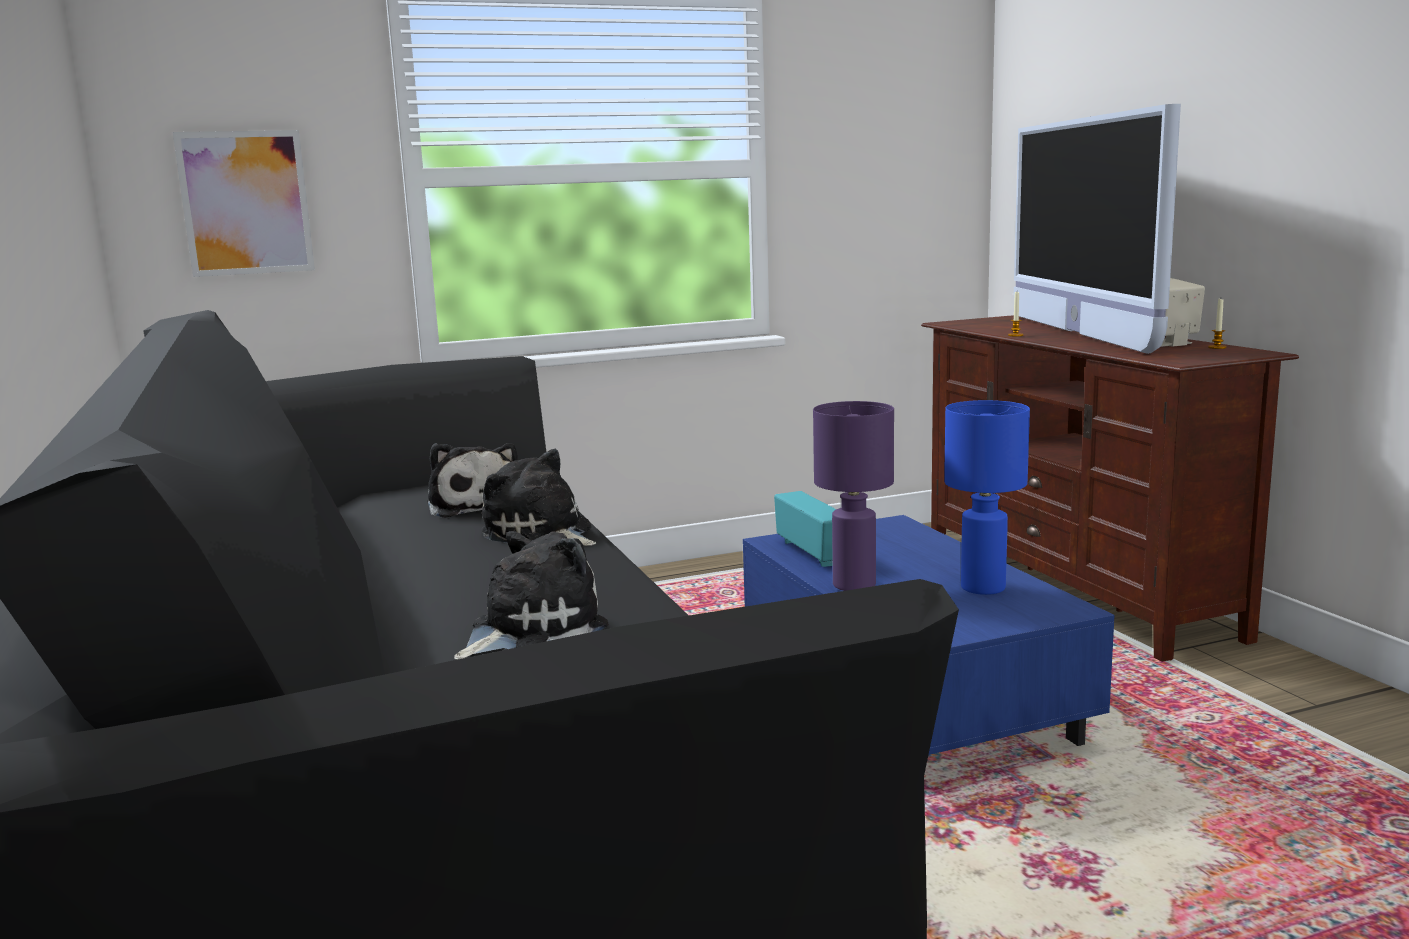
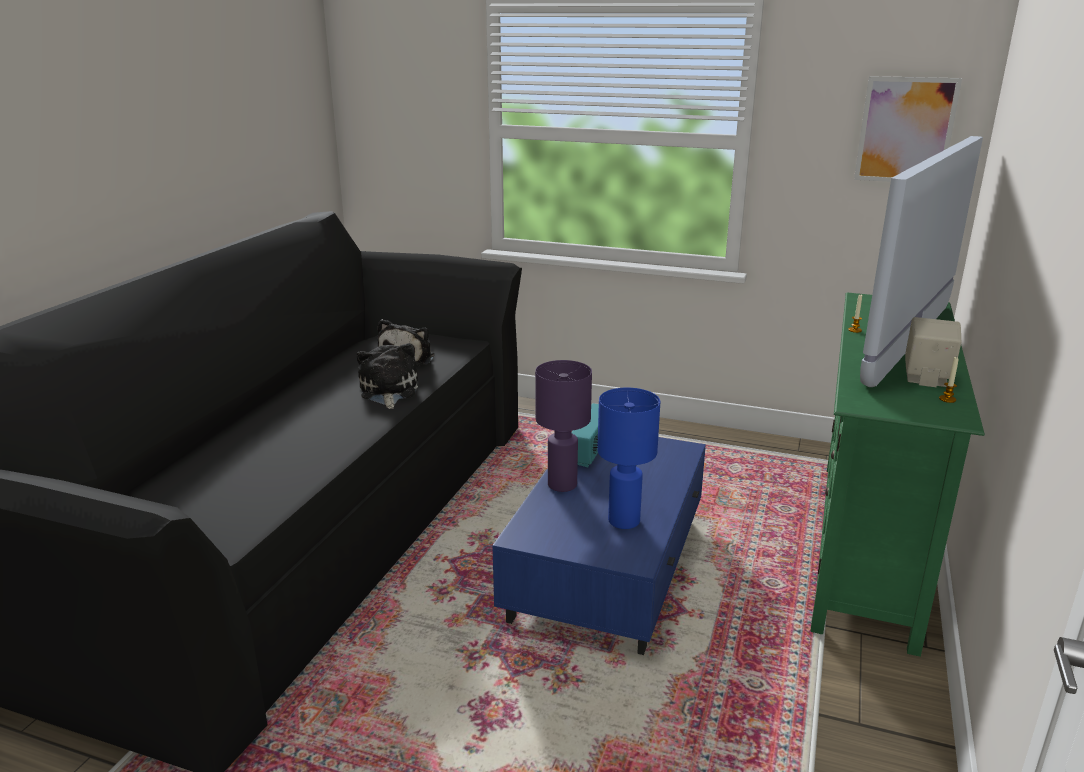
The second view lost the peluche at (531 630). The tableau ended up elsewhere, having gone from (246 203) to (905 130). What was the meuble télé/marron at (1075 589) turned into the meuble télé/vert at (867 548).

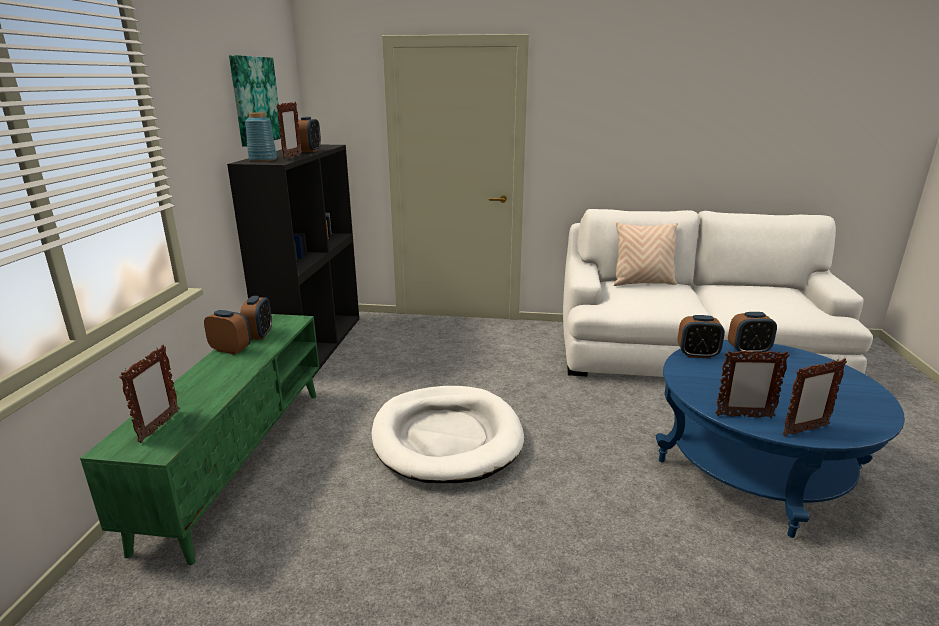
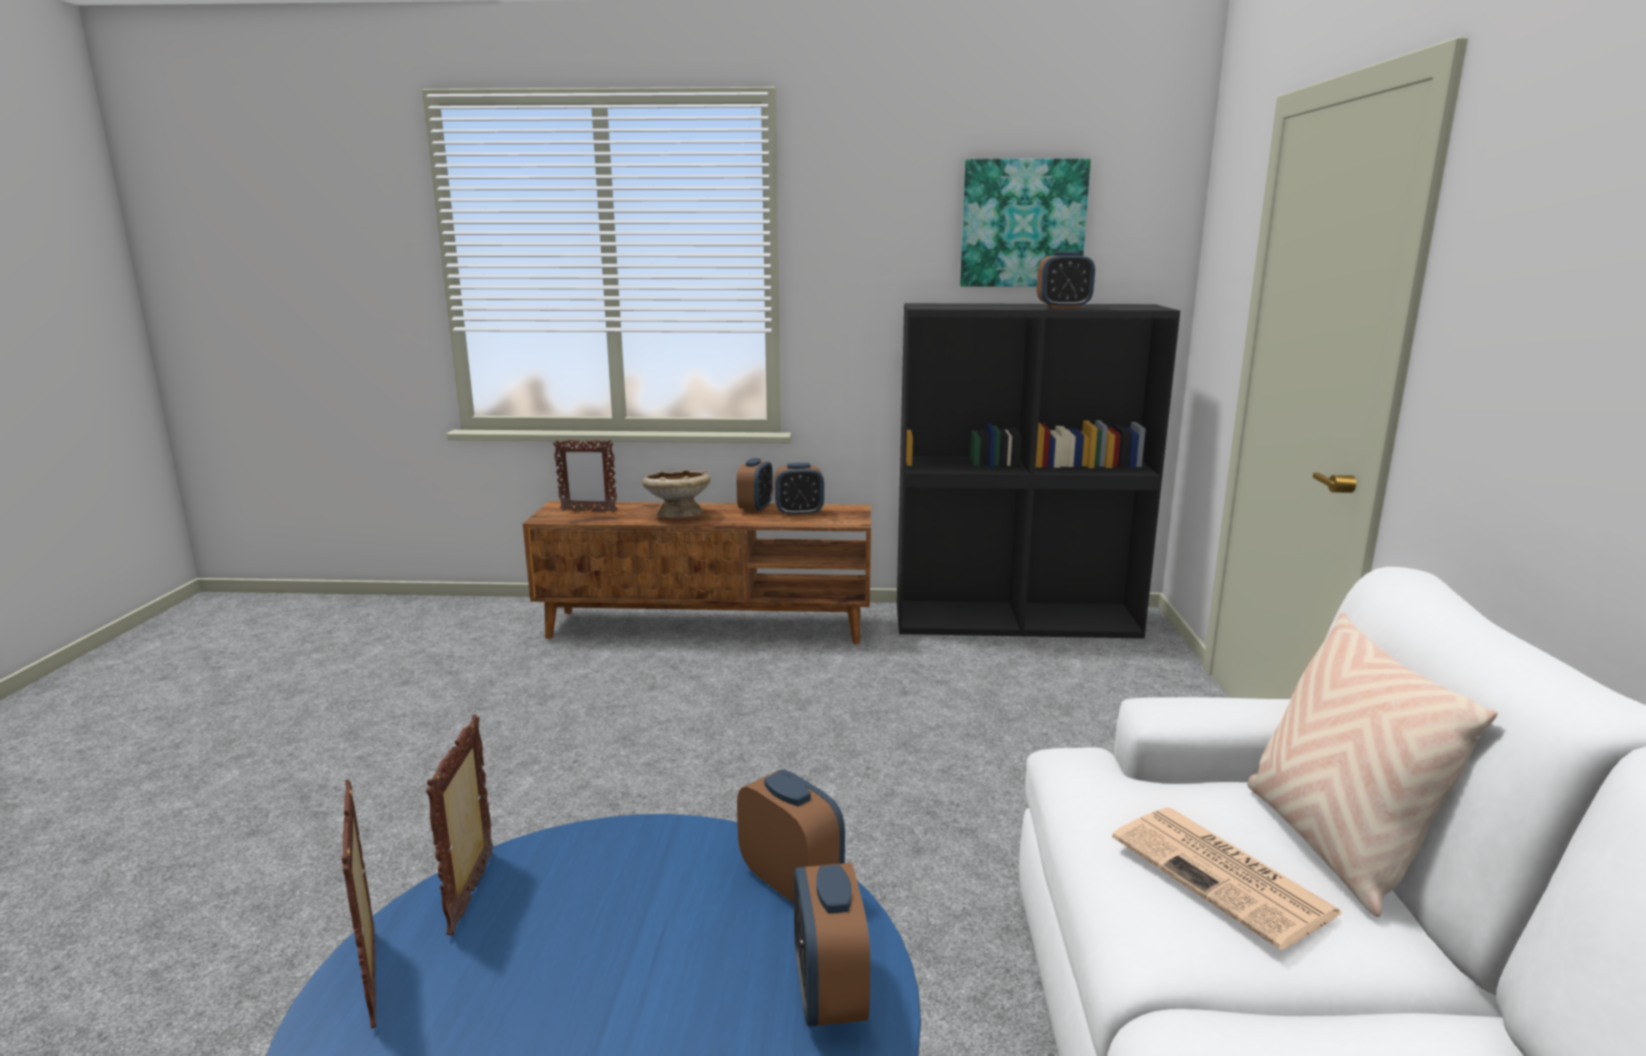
The second view lost the vase/bleu at (262 160). The second view lost the cadre photo at (292 156). The second view lost the panier pour chien/blanc at (446 438). The second view gained the bol/beige at (677 515). The second view gained the journal at (1225 876). What was the meuble télé/vert at (239 459) turned into the meuble télé/marron at (708 626). The réveil at (697 354) ended up facing another way, 135 degrees clockwise from before.

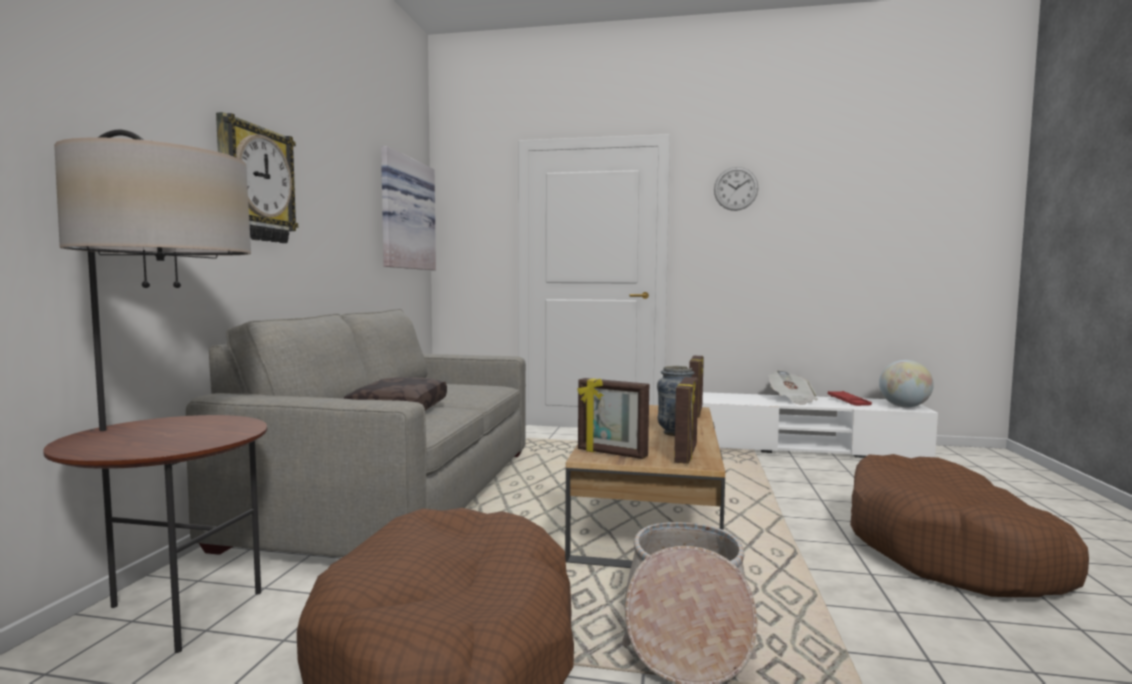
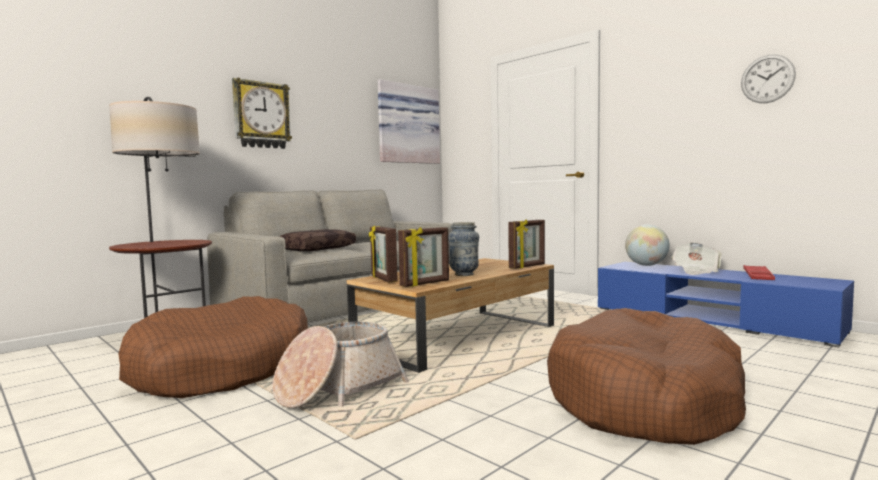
The horloge murale ended up elsewhere, having gone from (735 188) to (767 79). The globe ended up elsewhere, having gone from (904 407) to (646 265). What was the meuble télé/blanc at (807 447) turned into the meuble télé/bleu at (711 320).

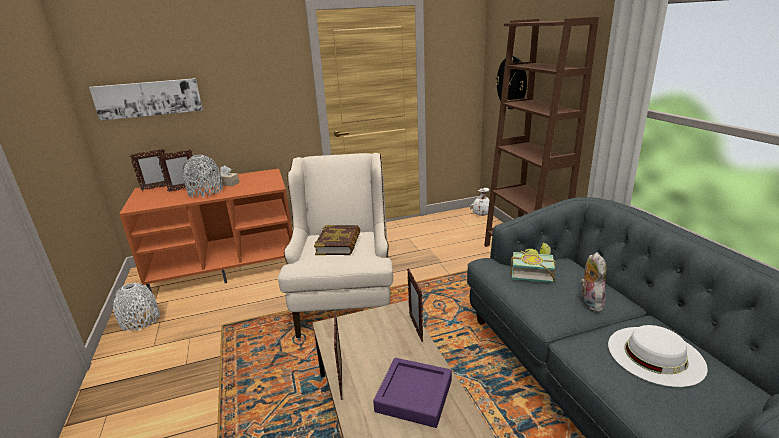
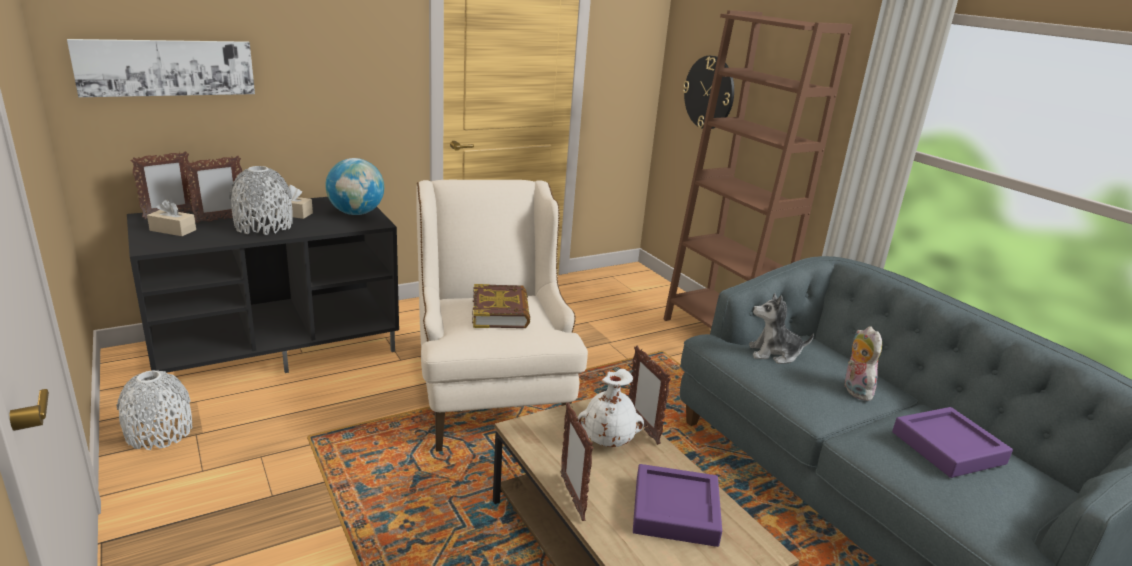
The second view gained the boîte à mouchoirs/beige at (173 230). The second view gained the globe at (356 213). The vase/blanc ended up elsewhere, having gone from (482 215) to (608 440). Where the livre stood at (531 273), the peluche came to stand at (774 354). Where the chapeau/blanc stood at (655 355), the plateau/violet came to stand at (947 448). What was the meuble télé/orange at (227 266) turned into the meuble télé/noir at (278 347).

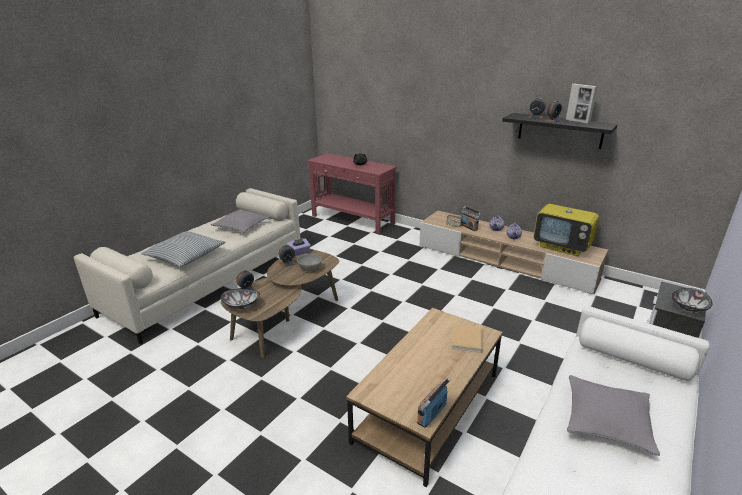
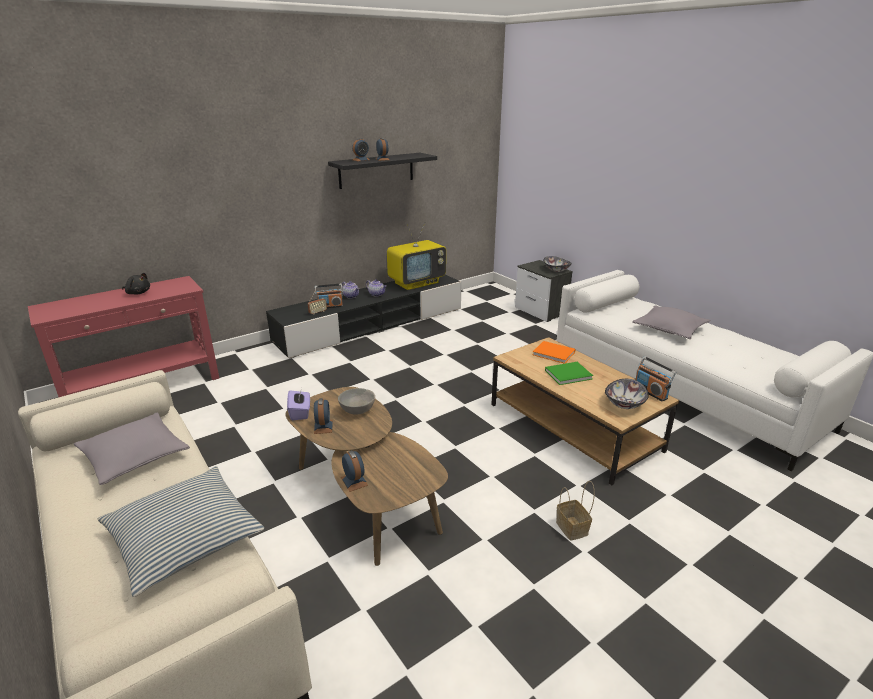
The second view lost the cadre photo at (577 122). The second view gained the livre/vert at (569 374). The second view gained the panier at (573 528). The bol ended up elsewhere, having gone from (241 306) to (625 404). What was the meuble télé/beige at (505 261) turned into the meuble télé/noir at (372 325). What was the livre/beige at (467 340) turned into the livre/orange at (555 354).

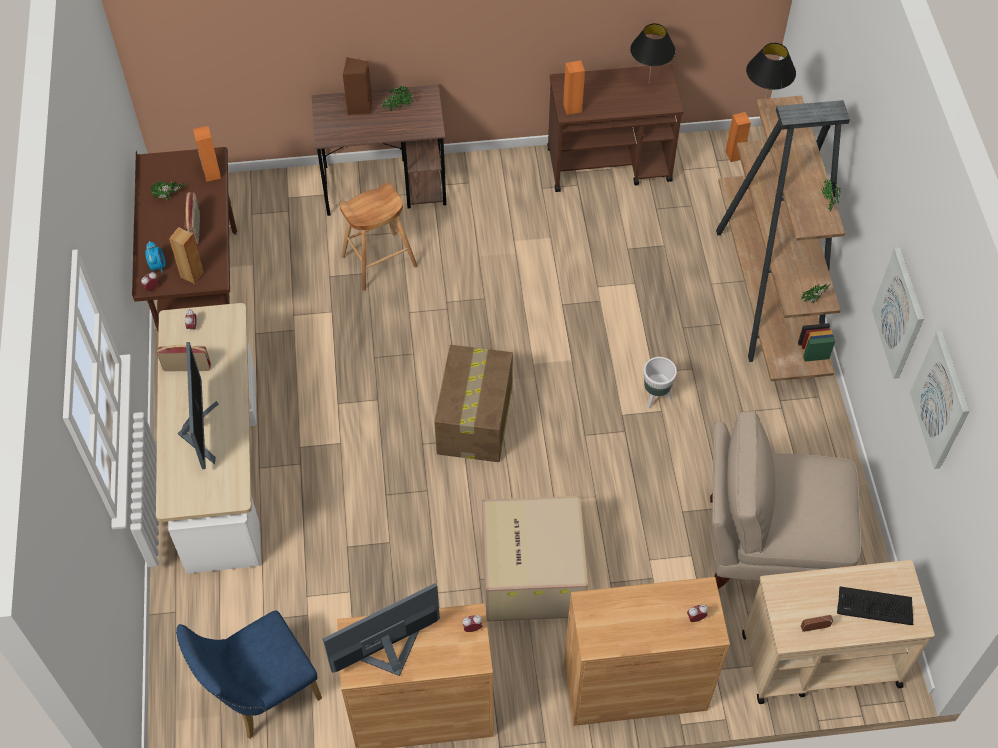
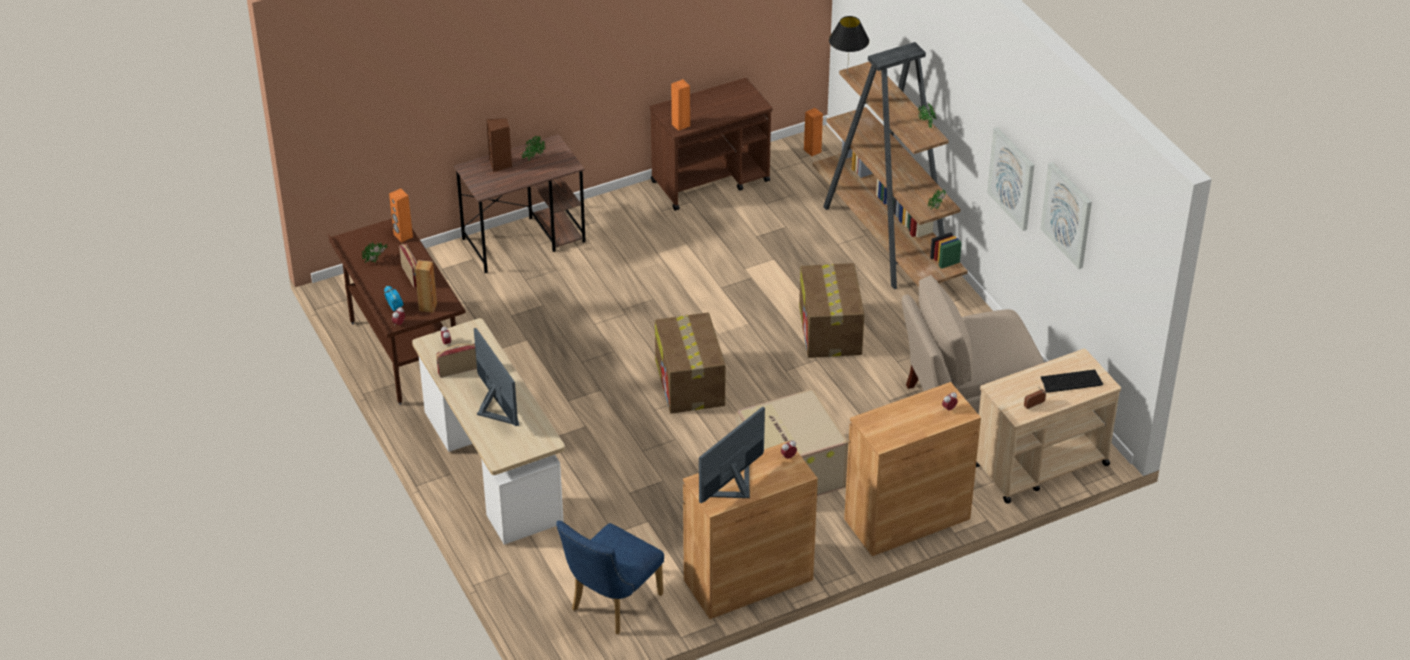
The second view lost the tabouret/marron at (379 261). The second view lost the lampe de table/noir at (648 83). Where the cache-pot/blanc stood at (655 397), the carton came to stand at (830 331).

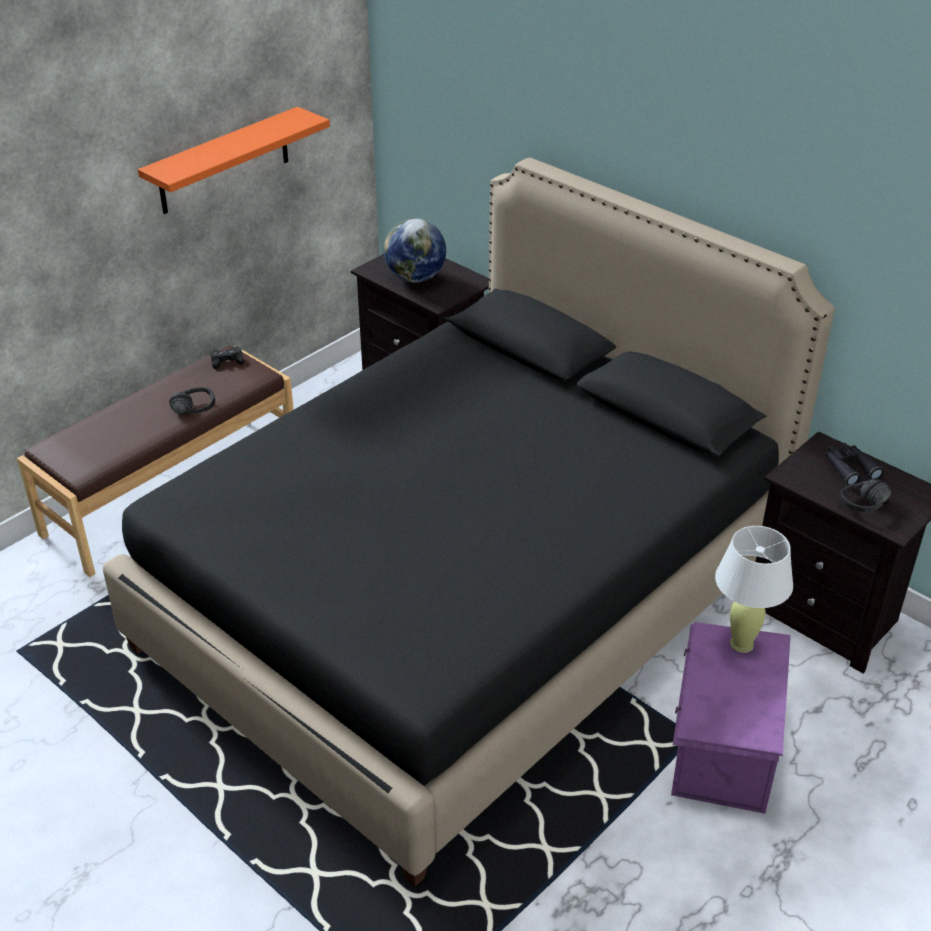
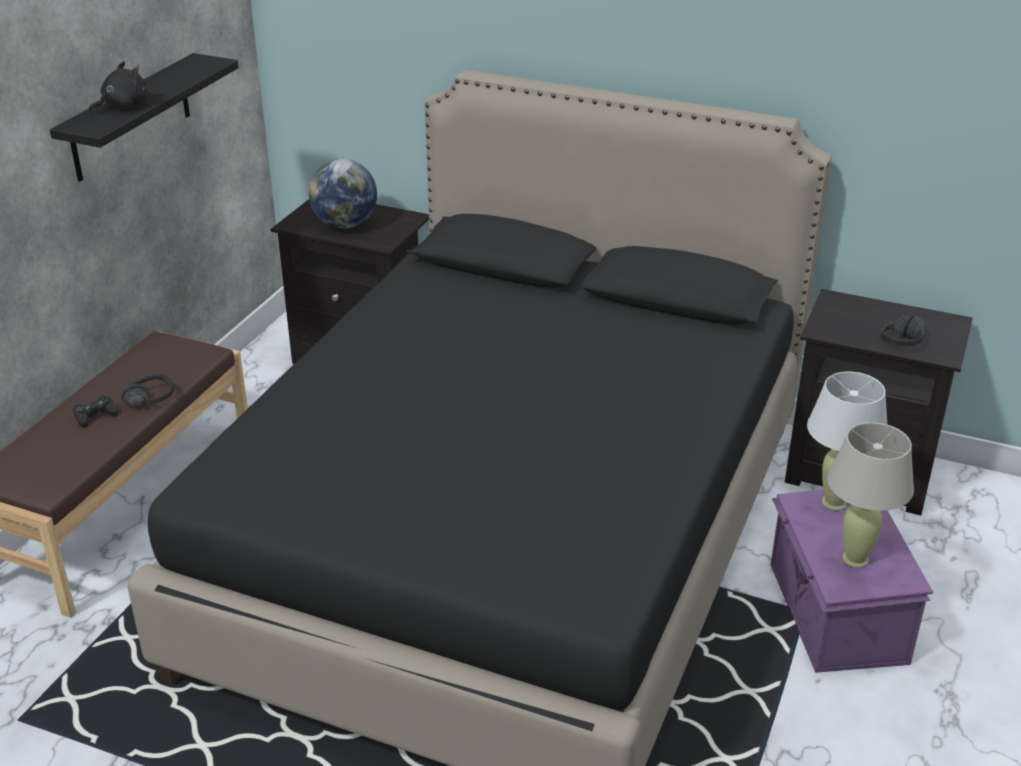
The second view lost the jumelles/noir at (849 468). The second view gained the peluche/noir at (122 106). The second view gained the lampe de table/beige at (855 558). The manette/noir ended up elsewhere, having gone from (227 361) to (95 416). What was the étagère/orange at (224 161) turned into the étagère/noir at (131 117).

